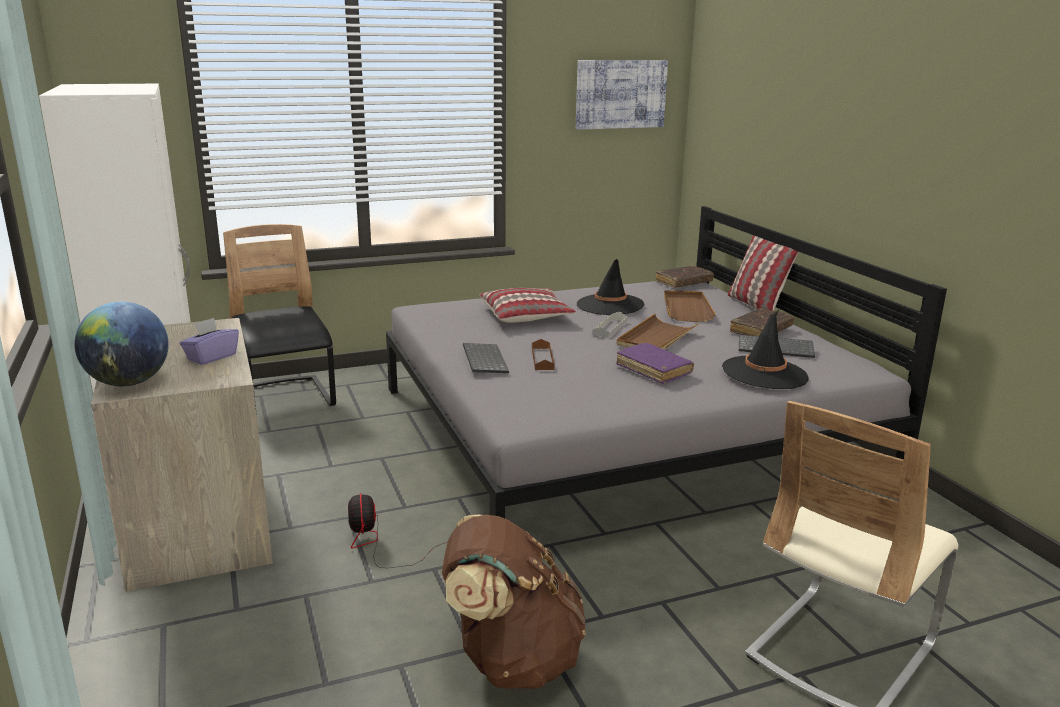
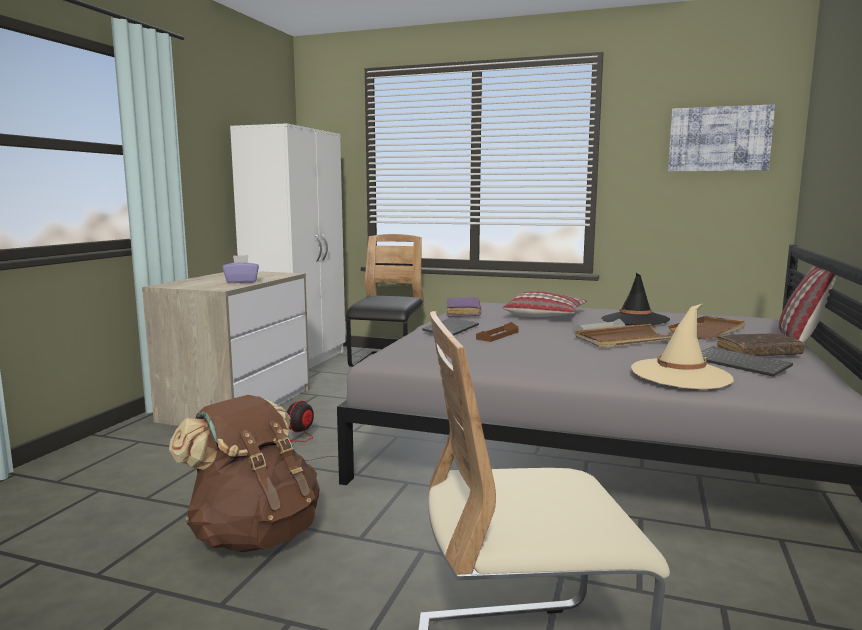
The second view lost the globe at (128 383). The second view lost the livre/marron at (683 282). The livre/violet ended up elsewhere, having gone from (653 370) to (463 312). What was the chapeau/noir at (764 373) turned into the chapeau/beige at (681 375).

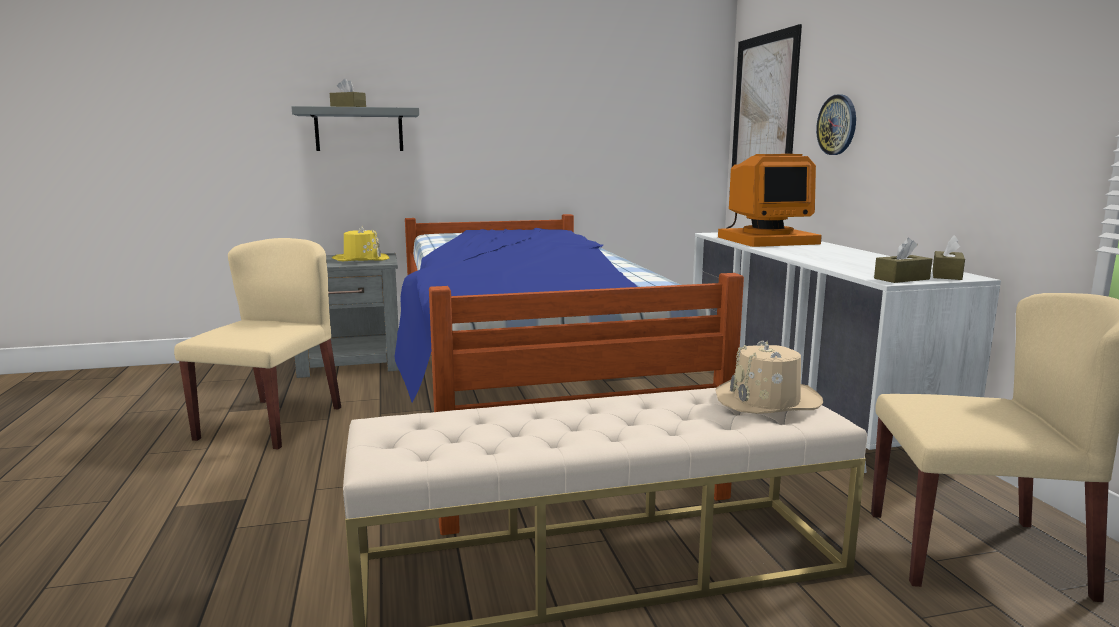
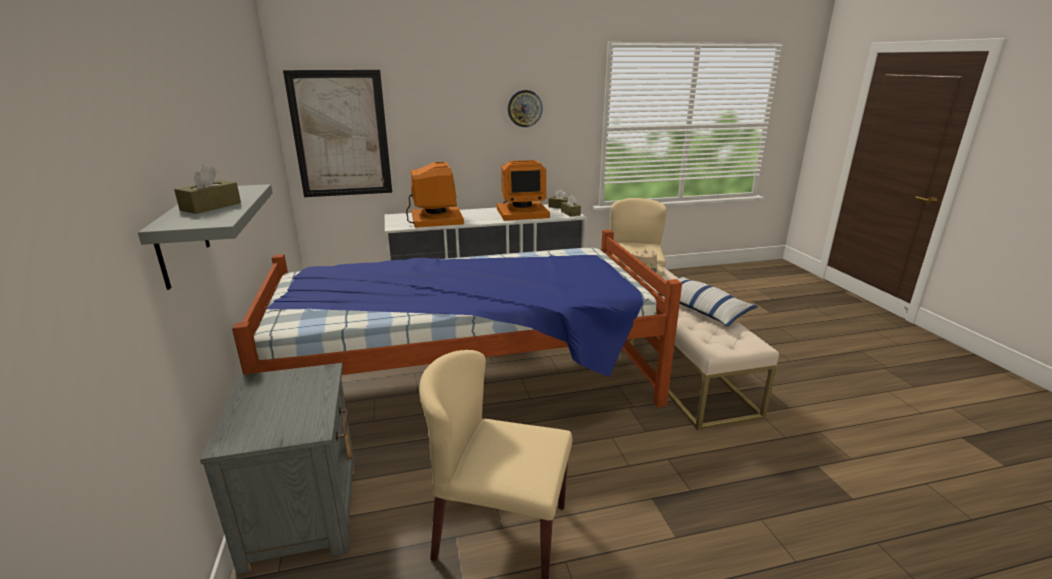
The second view lost the chapeau/jaune at (361 259). The second view gained the écran d'ordinateur at (522 212). The second view gained the coussin at (701 309). The horloge murale ended up elsewhere, having gone from (837 125) to (524 108).

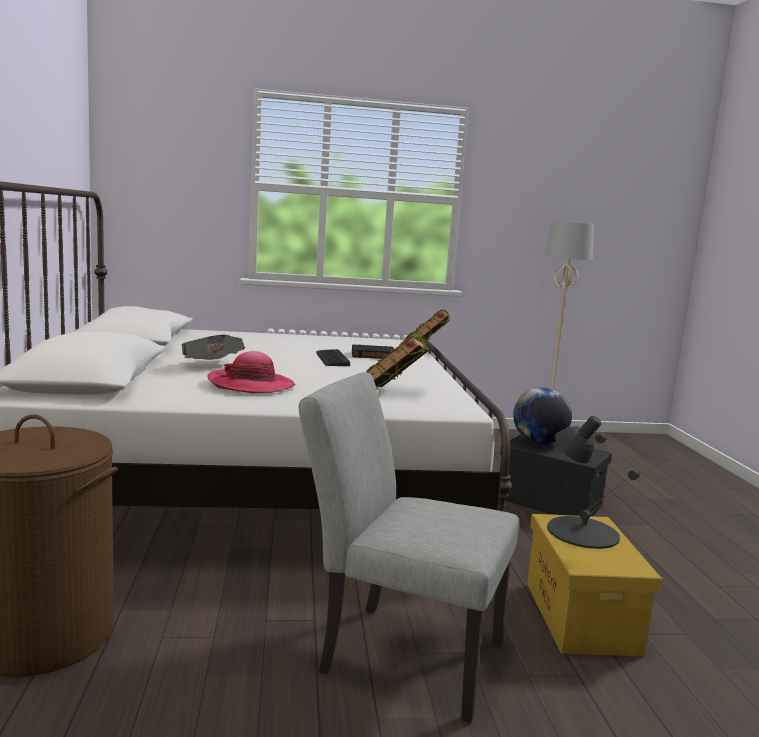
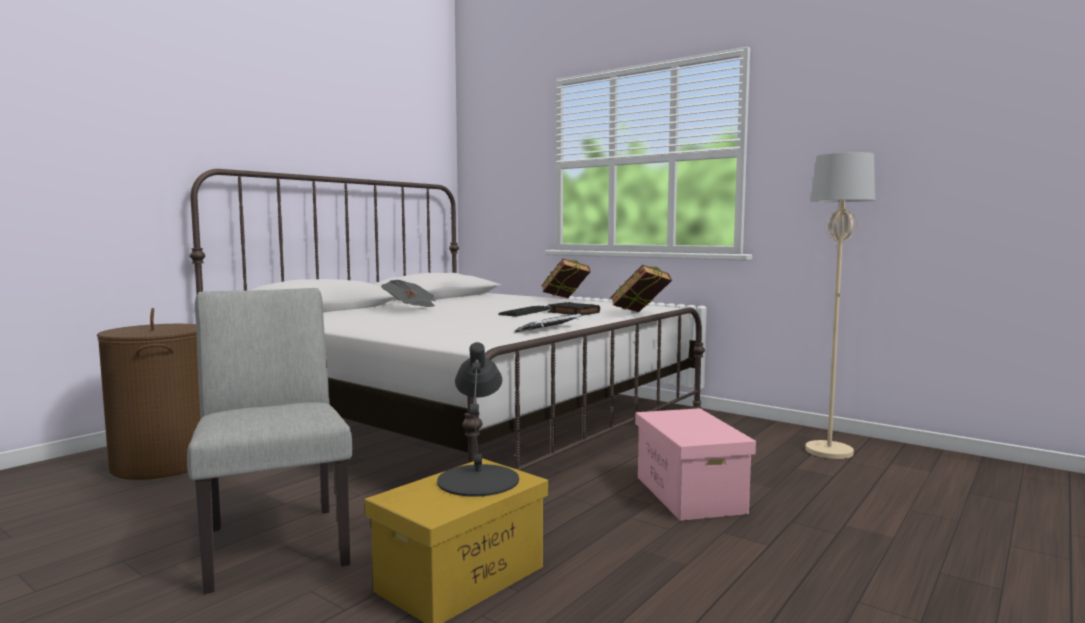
The second view lost the chapeau at (251 385). The second view lost the globe at (539 442). The second view gained the clavier at (549 329). The livre ended up elsewhere, having gone from (394 392) to (565 300). What was the boîte de rangement/noir at (551 502) turned into the boîte de rangement/rose at (690 494).

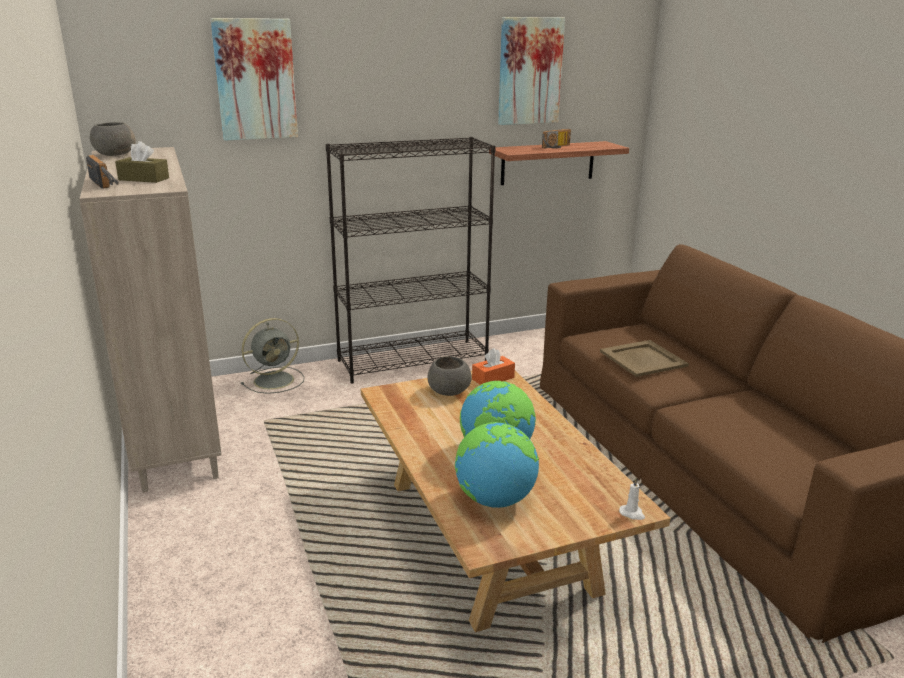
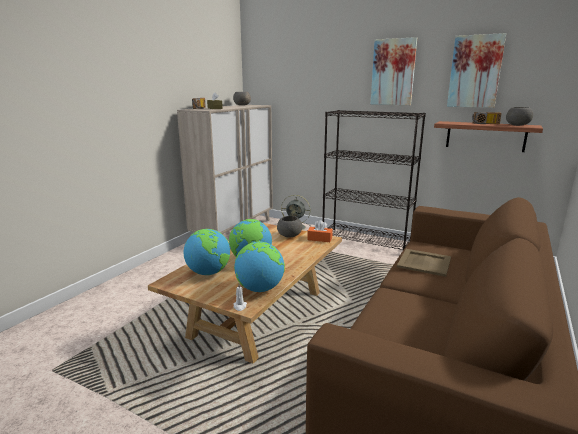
The second view gained the globe at (259 289). The second view gained the bol/gris at (517 125). The tableau ended up elsewhere, having gone from (255 80) to (393 72).

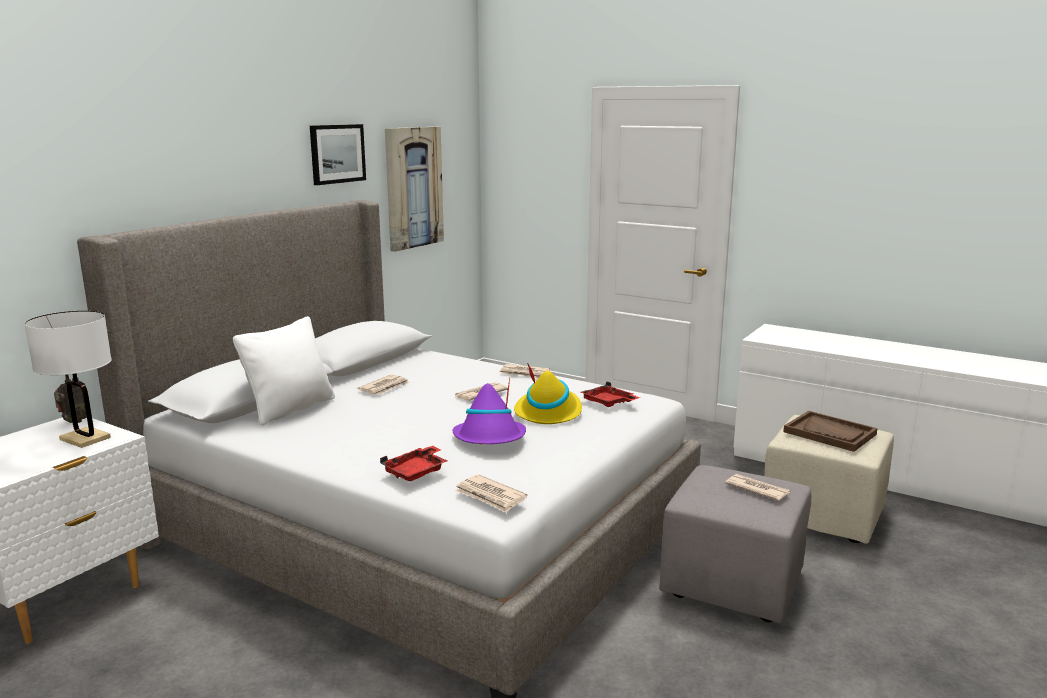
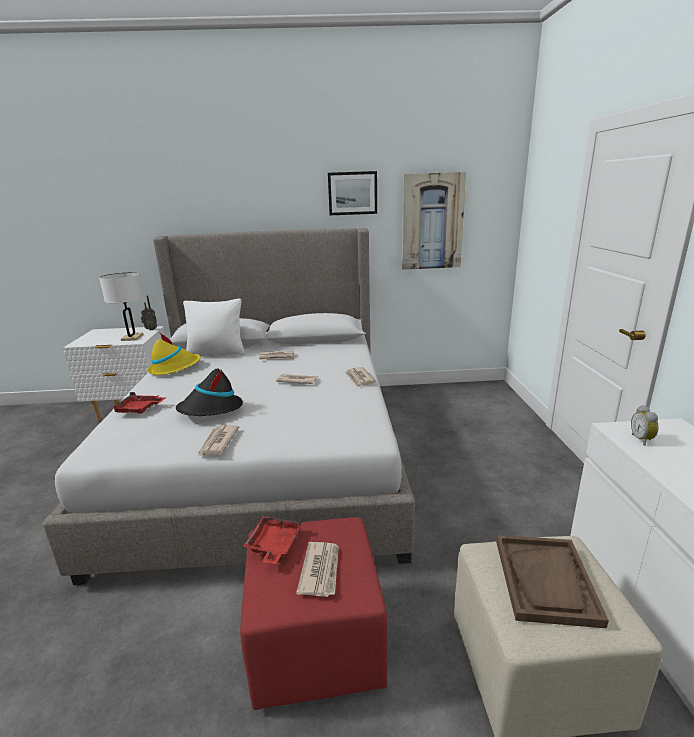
The second view gained the réveil at (642 440). The journal ended up elsewhere, having gone from (490 496) to (218 442). The chapeau/jaune ended up elsewhere, having gone from (548 412) to (175 368). The plateau/rouge ended up elsewhere, having gone from (608 403) to (274 545). What was the chapeau/violet at (490 438) turned into the chapeau/noir at (211 409). What was the pouf/gris at (730 584) turned into the pouf/rouge at (315 641).

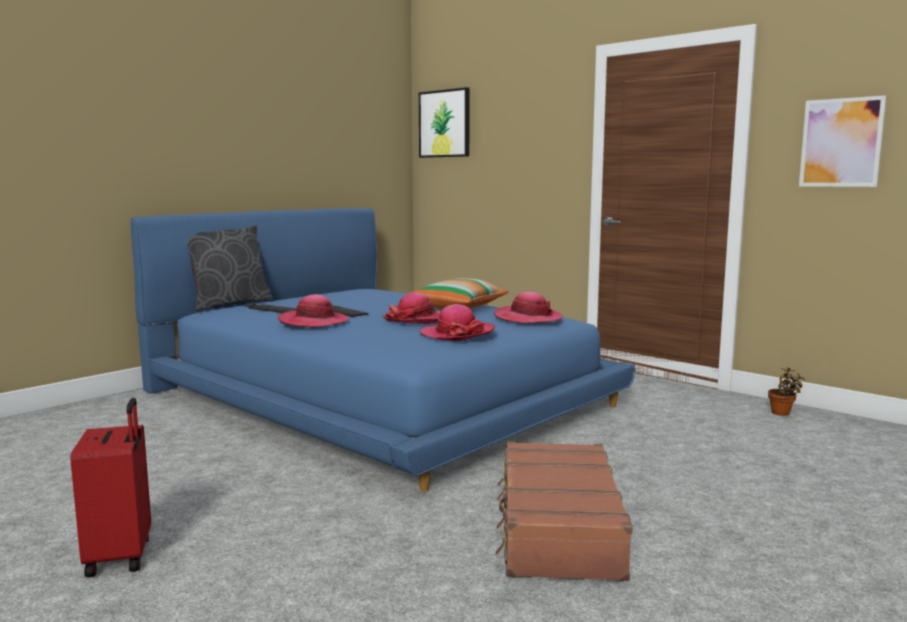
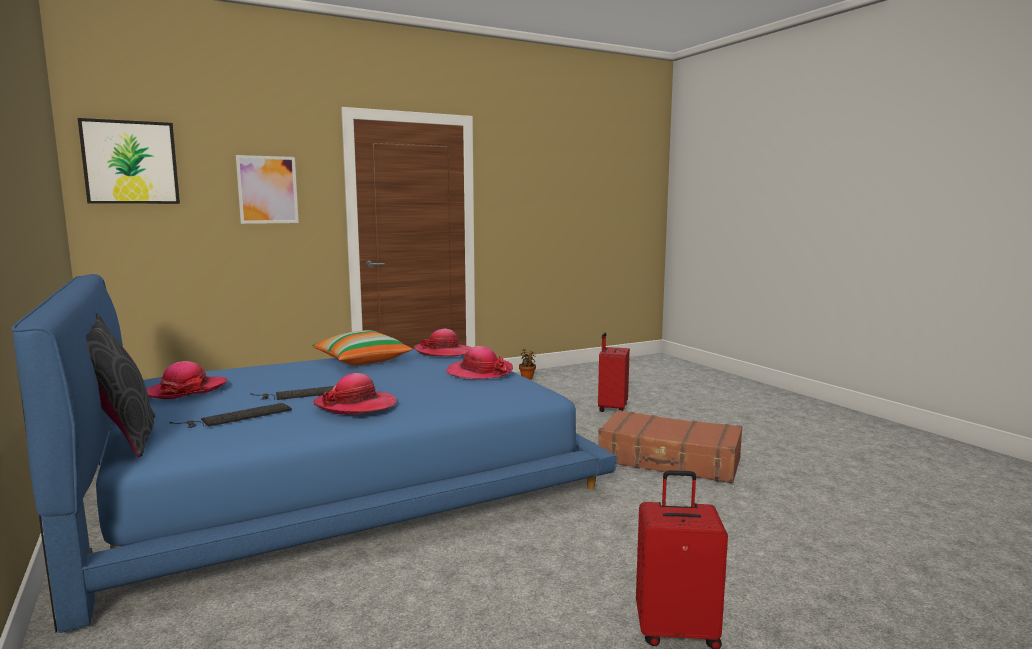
The second view gained the valise/rouge at (611 408). The chapeau ended up elsewhere, having gone from (416 320) to (187 390). The tableau ended up elsewhere, having gone from (841 142) to (267 190).

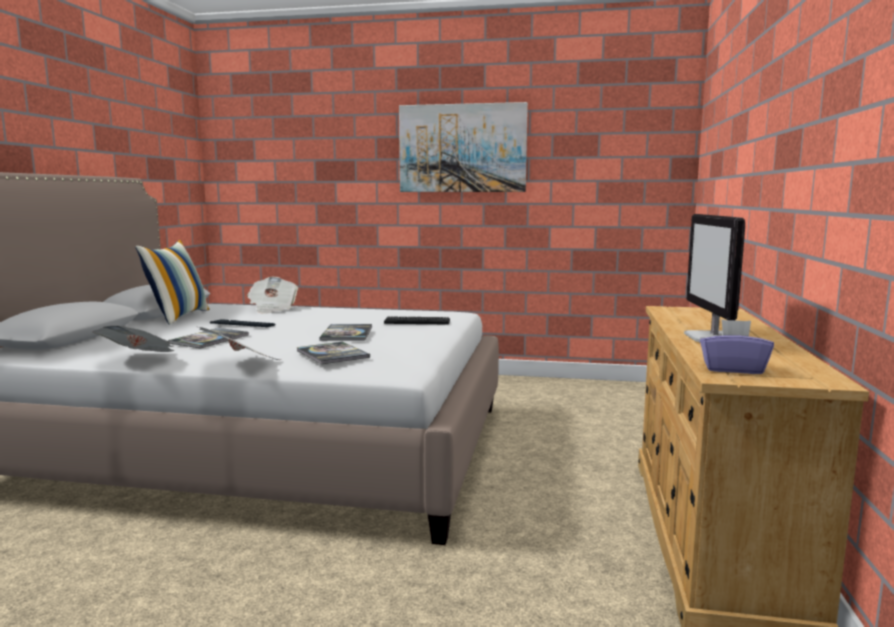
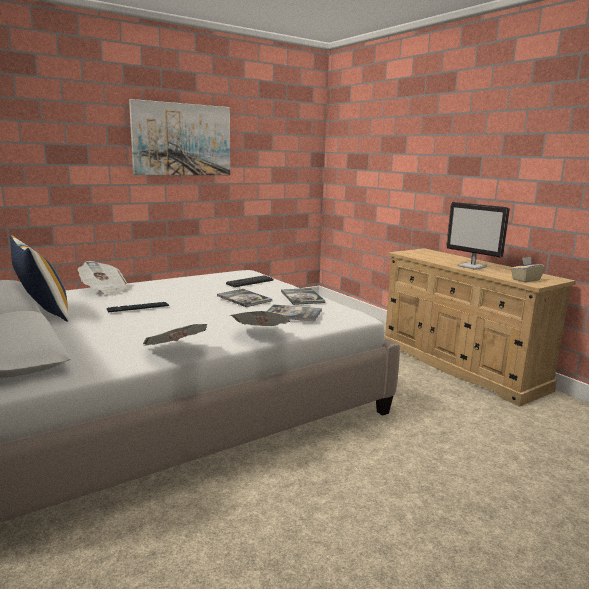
The livre ended up elsewhere, having gone from (209 339) to (302 297). What was the boîte à mouchoirs/violet at (732 369) turned into the boîte à mouchoirs/beige at (525 280).

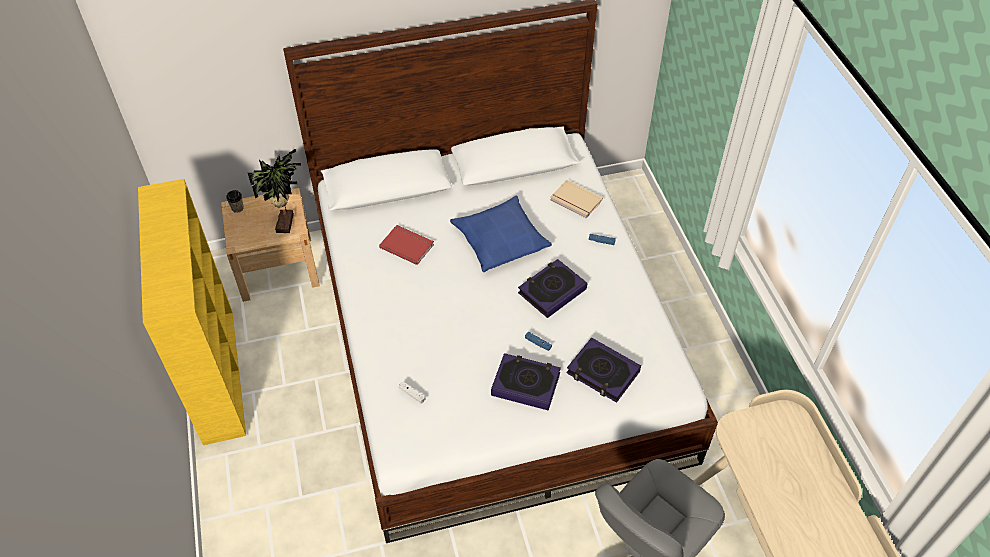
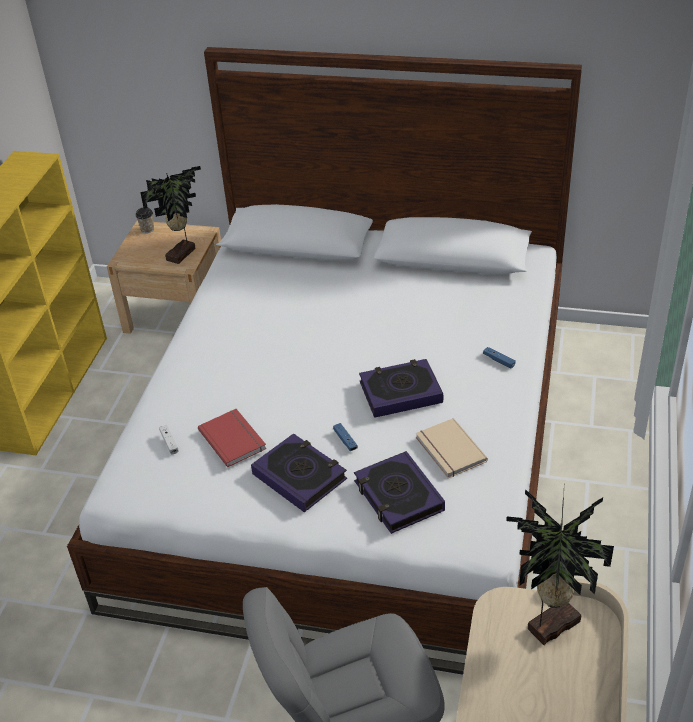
The second view lost the coussin/bleu at (500 240). The second view gained the plante en pot at (550 623). The livre/rouge ended up elsewhere, having gone from (407 245) to (234 438). The livre/beige ended up elsewhere, having gone from (575 201) to (449 451).

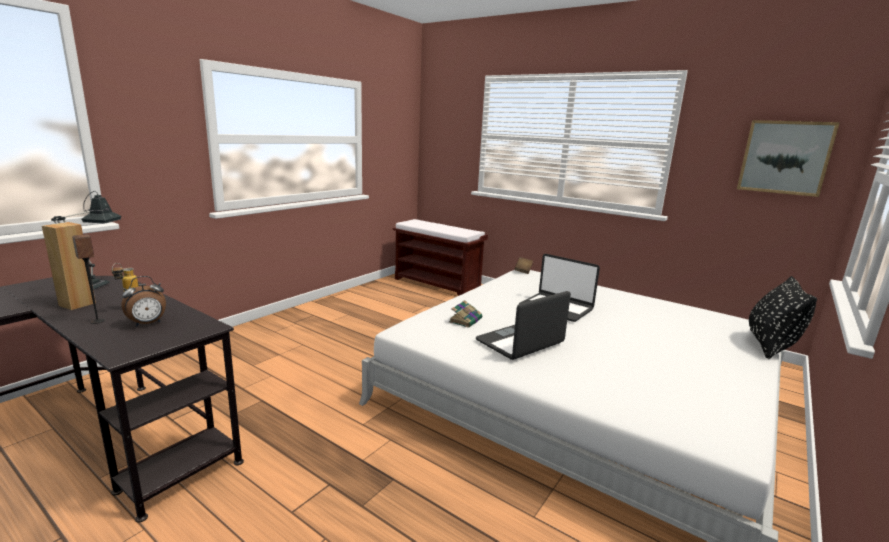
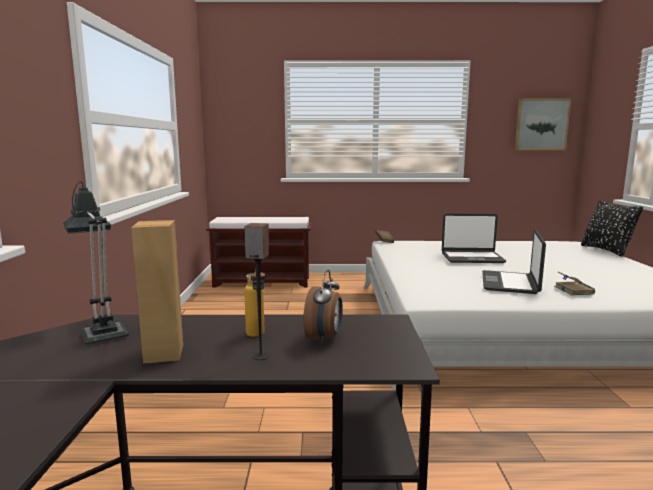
The livre ended up elsewhere, having gone from (466 320) to (573 290).

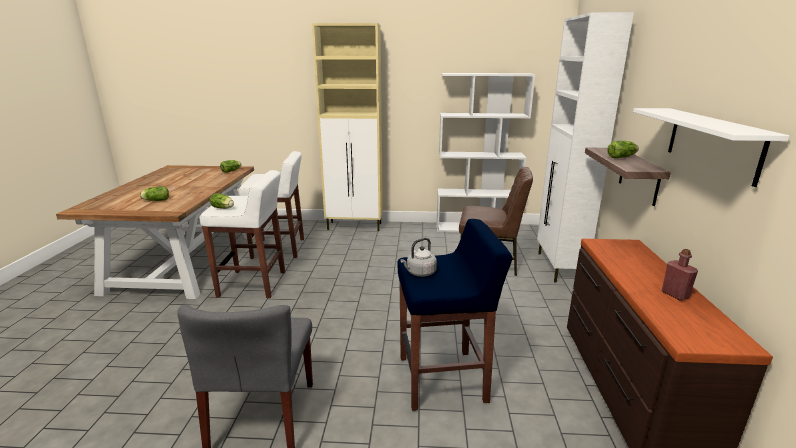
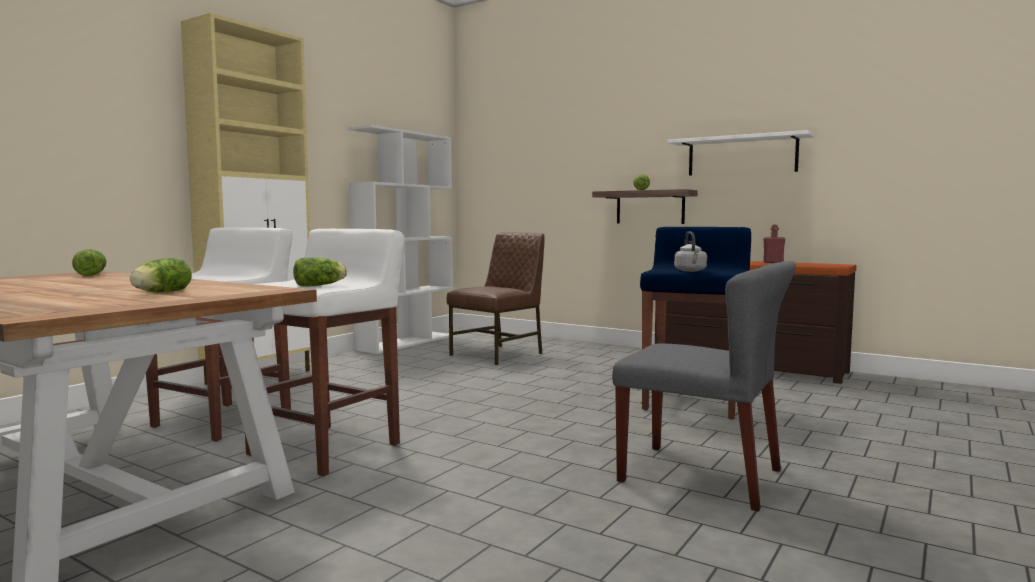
The second view lost the meuble de rangement/blanc at (559 267).

